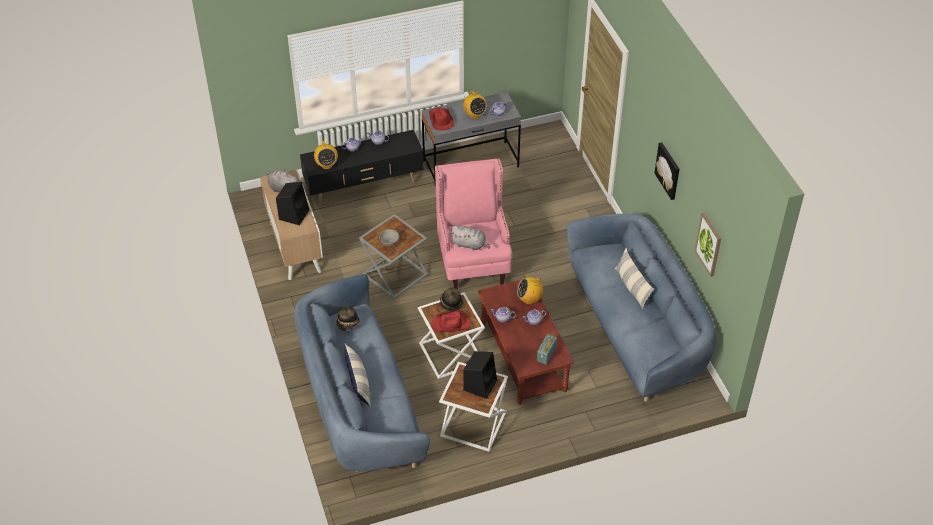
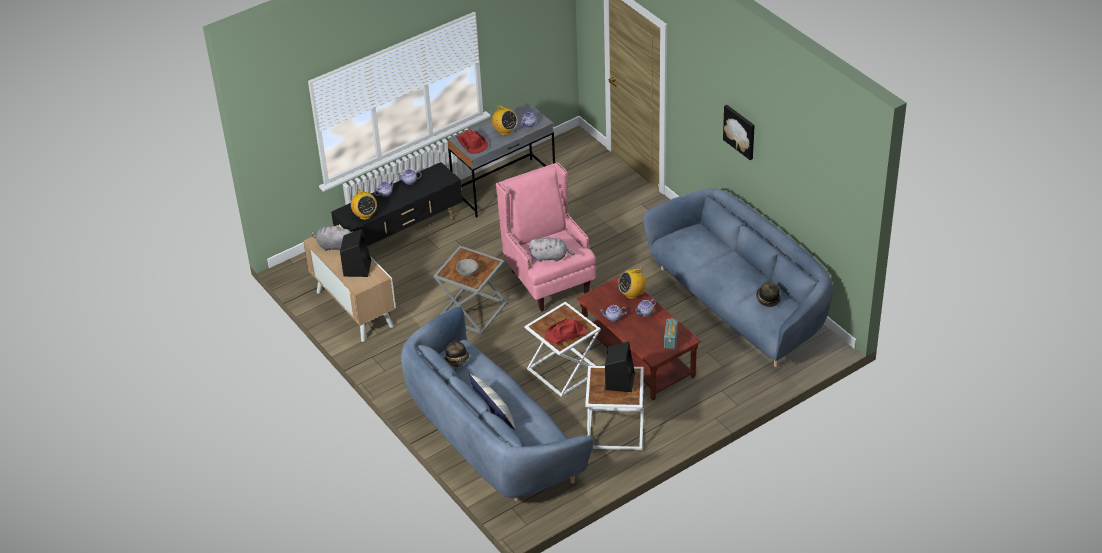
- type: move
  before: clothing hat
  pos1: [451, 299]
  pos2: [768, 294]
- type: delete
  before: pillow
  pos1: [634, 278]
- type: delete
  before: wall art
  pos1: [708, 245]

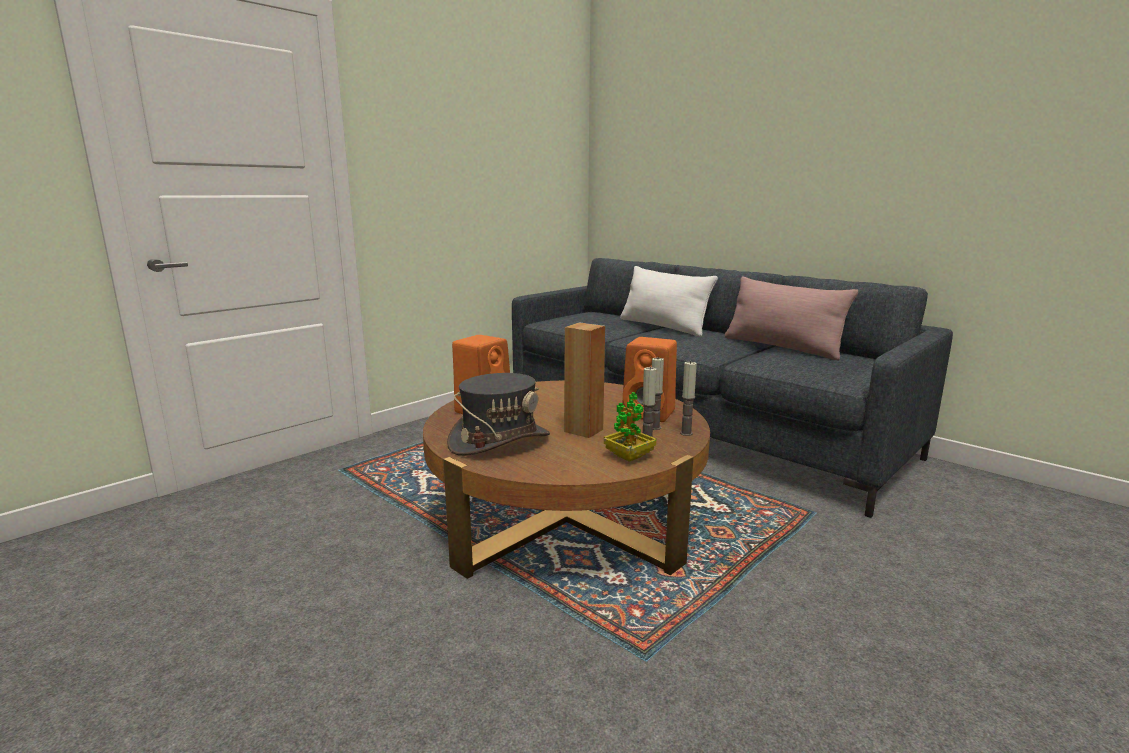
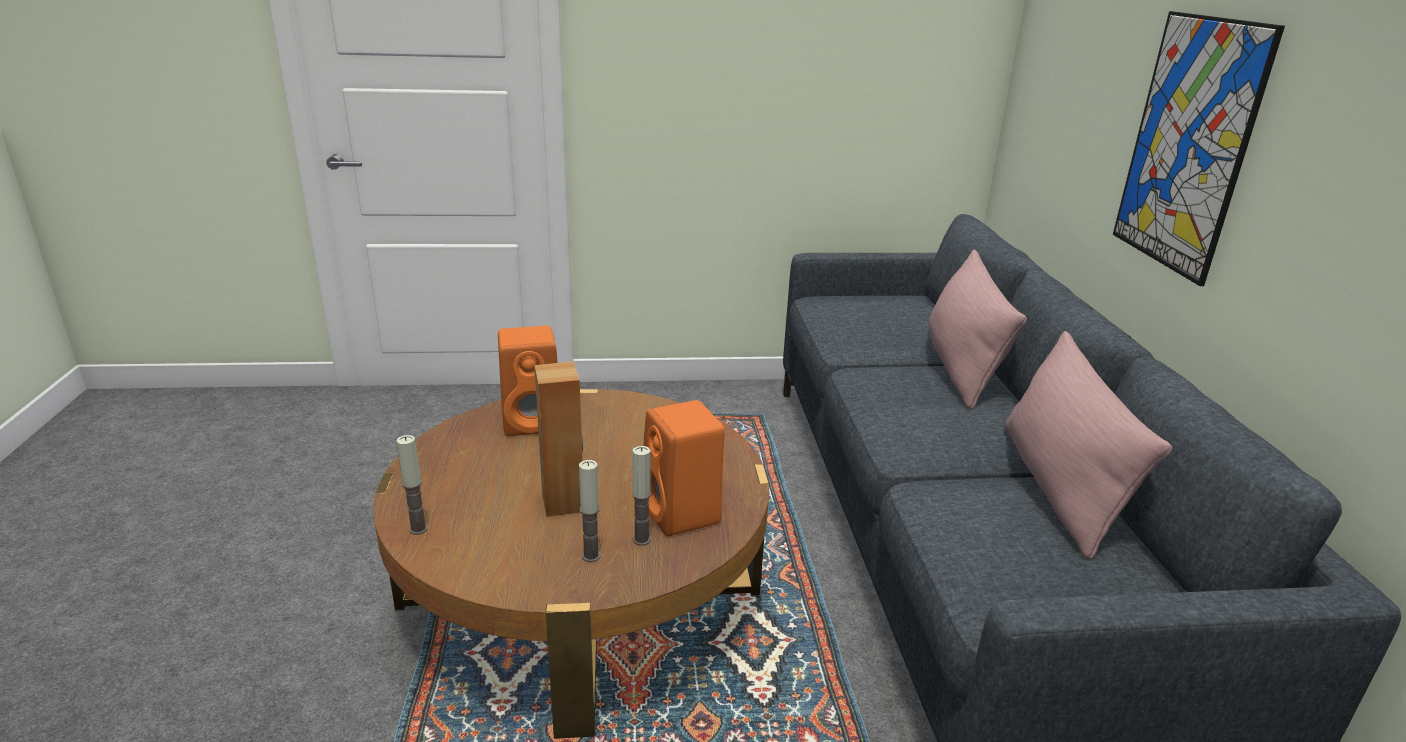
- type: delete
  before: clothing hat (greyish)
  pos1: [498, 414]
- type: delete
  before: potted plant
  pos1: [630, 427]
- type: recolor
  before: pillow (white)
  after: pillow (pink)
  pos1: [669, 301]
  pos2: [977, 330]
- type: move
  before: wax candle
  pos1: [688, 398]
  pos2: [412, 485]
- type: insert
  after: wall art
  pos2: [1199, 148]

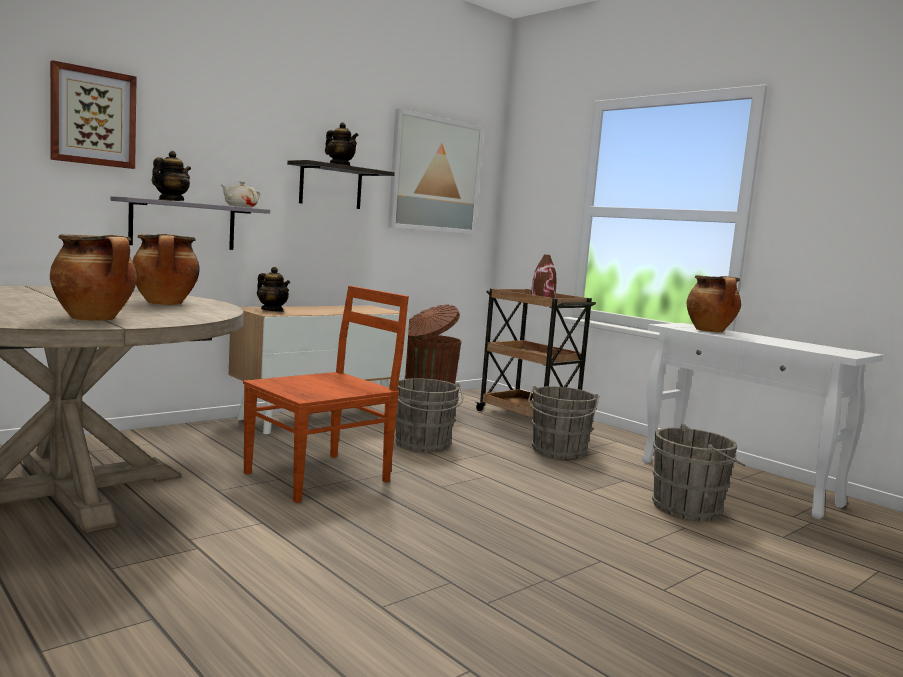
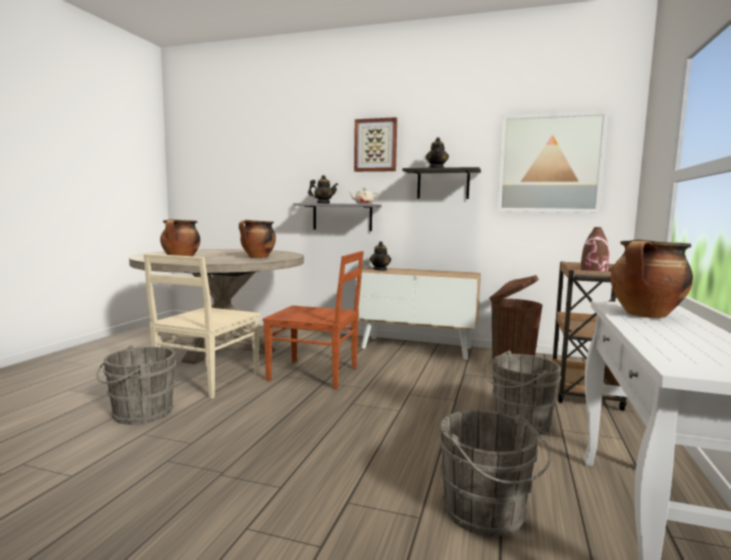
- type: move
  before: wall art
  pos1: [93, 114]
  pos2: [375, 144]
- type: move
  before: pail (greyish)
  pos1: [429, 415]
  pos2: [136, 385]
- type: insert
  after: upright chair (beige-coloured)
  pos2: [202, 326]

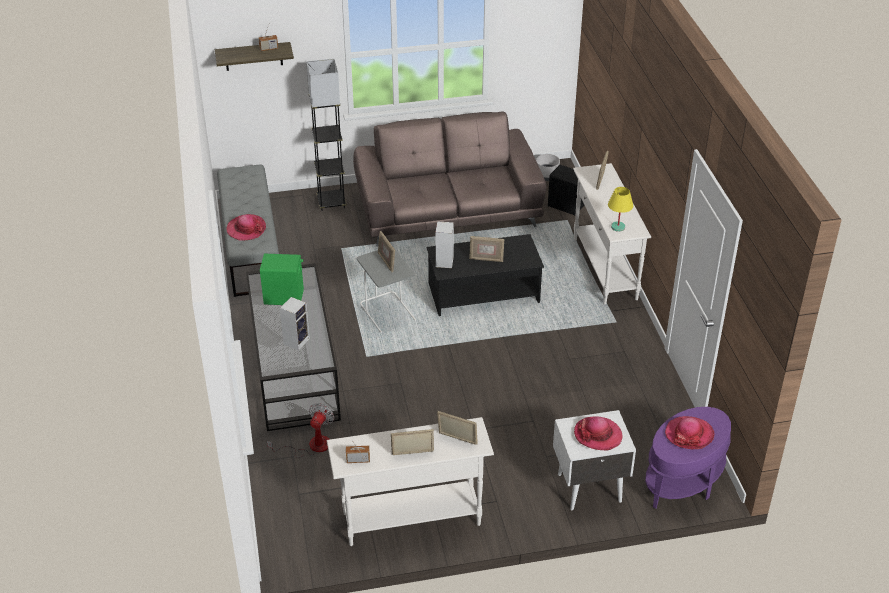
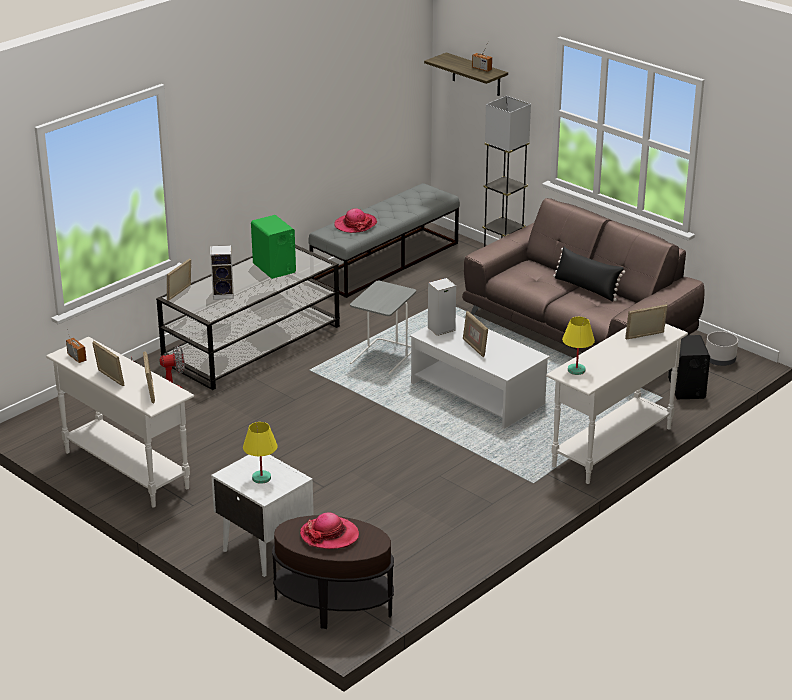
- type: move
  before: standing frame
  pos1: [386, 251]
  pos2: [179, 279]
- type: recolor
  before: lounge table (blackish)
  after: lounge table (white)
  pos1: [485, 275]
  pos2: [480, 372]
- type: replace
  before: clothing hat
  after: table lamp (yellow-coloured)
  pos1: [598, 434]
  pos2: [260, 453]
- type: recolor
  before: accent table (purple)
  after: accent table (brown)
  pos1: [688, 458]
  pos2: [333, 572]
- type: insert
  after: pillow (blackish)
  pos2: [589, 274]

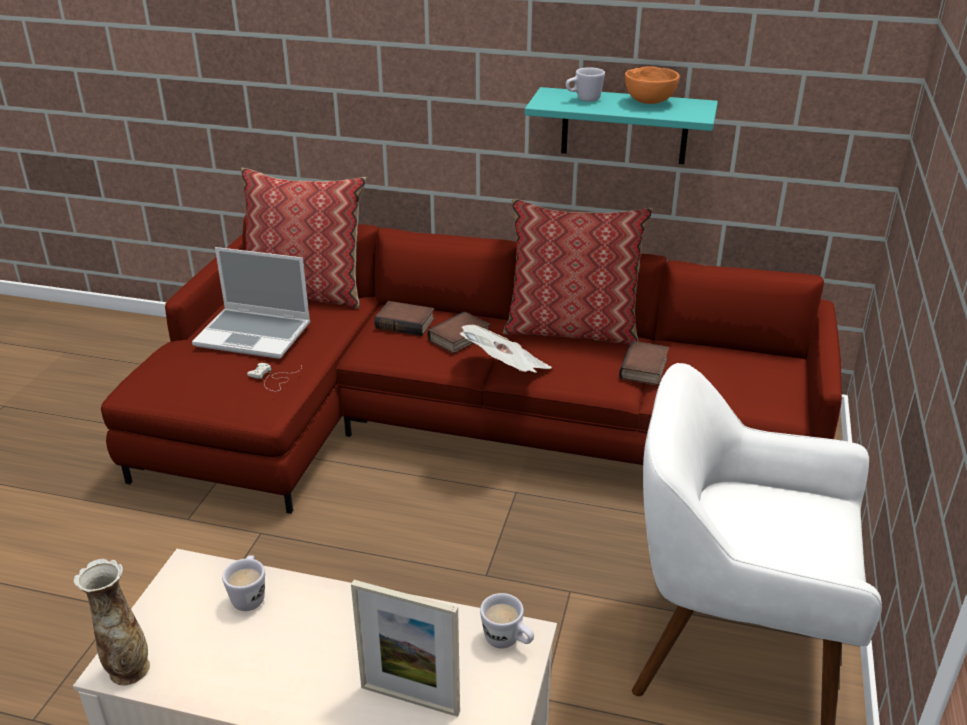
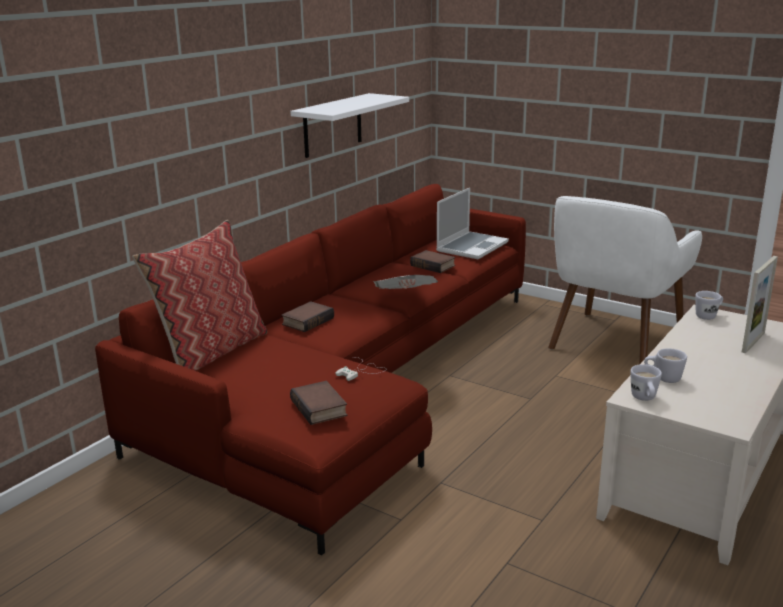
- type: delete
  before: decorative vase
  pos1: [112, 622]
- type: move
  before: laptop
  pos1: [251, 303]
  pos2: [472, 223]
- type: move
  before: volume
  pos1: [458, 332]
  pos2: [318, 403]
- type: delete
  before: pillow
  pos1: [578, 272]
- type: recolor
  before: bracket shelf (turquoise-coloured)
  after: bracket shelf (white)
  pos1: [621, 125]
  pos2: [349, 125]
- type: move
  before: tea mug (white)
  pos1: [585, 84]
  pos2: [646, 382]
- type: delete
  before: deep dish (orange-coloured)
  pos1: [652, 85]

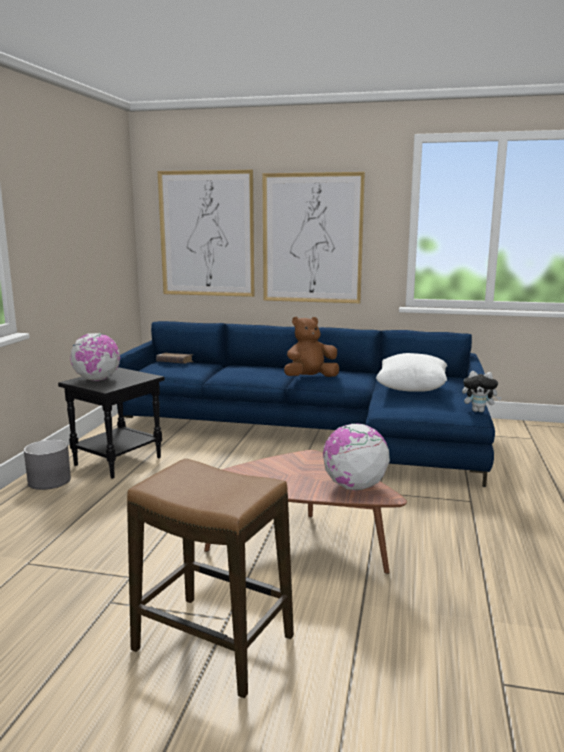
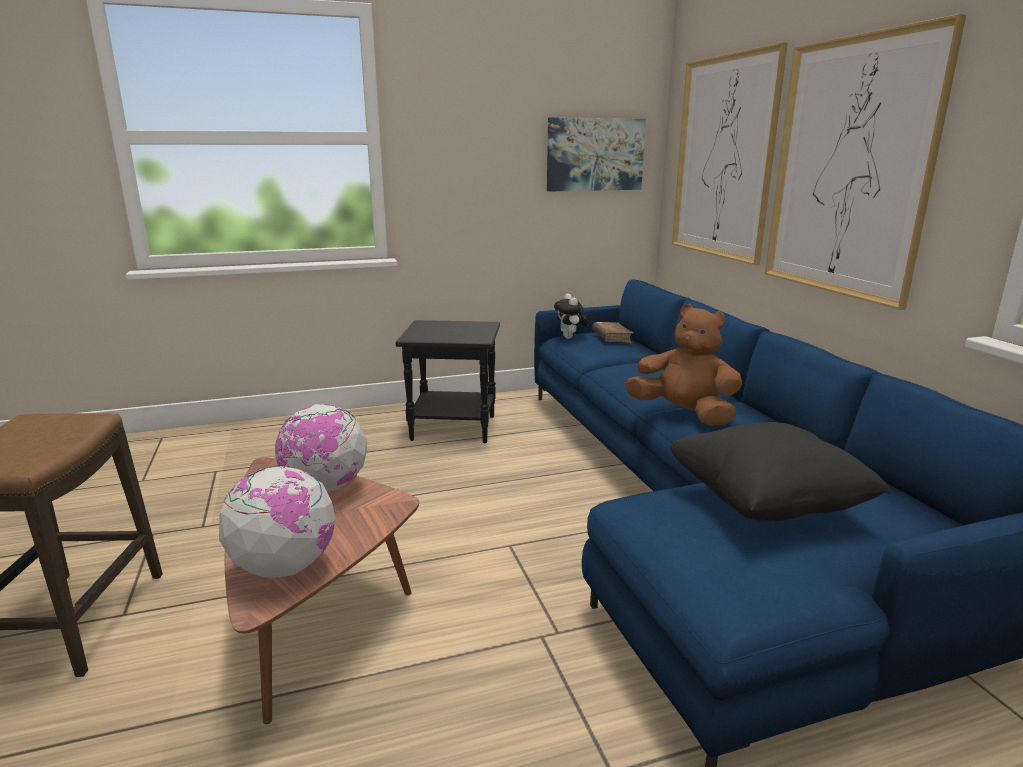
- type: delete
  before: flower pot (greyish)
  pos1: [47, 465]
- type: move
  before: desk globe
  pos1: [95, 357]
  pos2: [321, 448]
- type: recolor
  before: pillow (white)
  after: pillow (blackish)
  pos1: [411, 372]
  pos2: [780, 471]
- type: move
  before: cuddly toy
  pos1: [482, 391]
  pos2: [571, 316]
- type: insert
  after: wall art
  pos2: [596, 154]

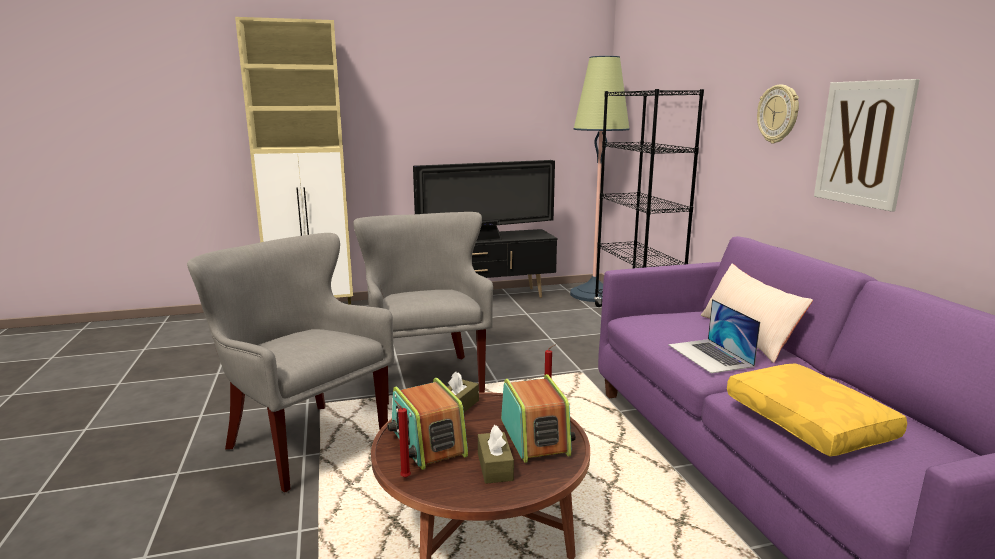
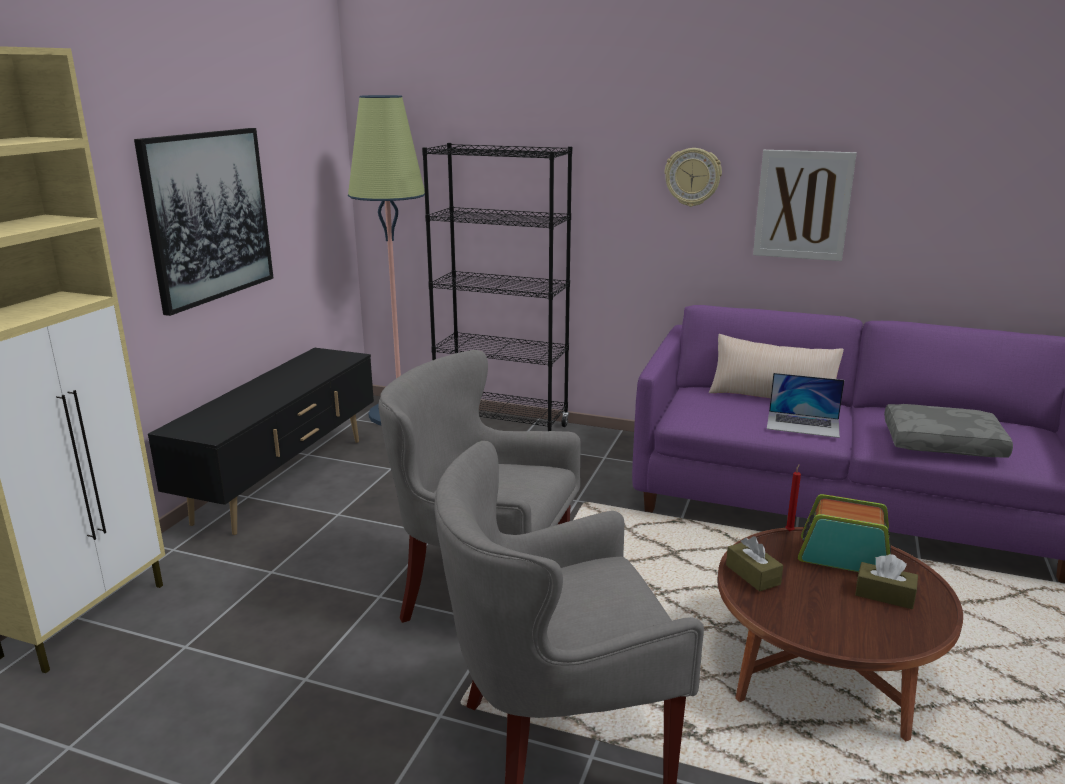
- type: delete
  before: radio
  pos1: [427, 424]
- type: delete
  before: wax candle (red)
  pos1: [402, 439]
- type: delete
  before: TV set
  pos1: [484, 201]
- type: recolor
  before: pillow (yellow-coloured)
  after: pillow (greyish)
  pos1: [817, 410]
  pos2: [948, 431]
- type: insert
  after: wall art
  pos2: [203, 222]

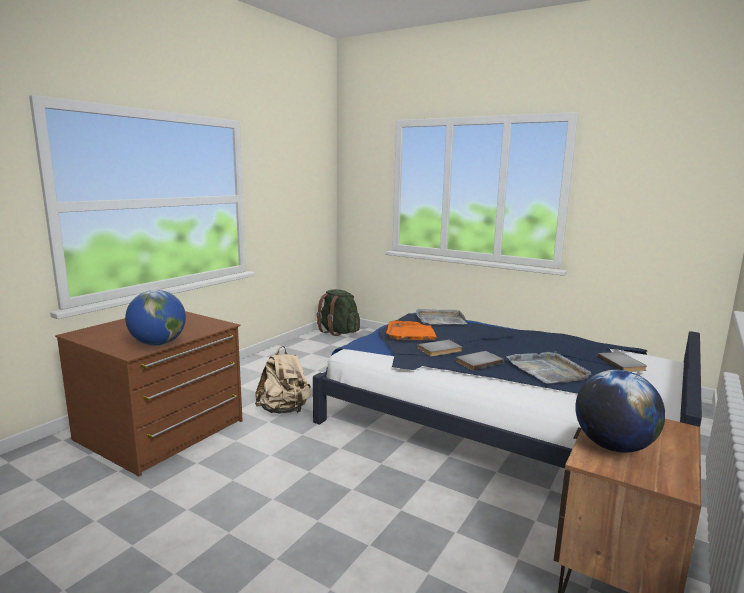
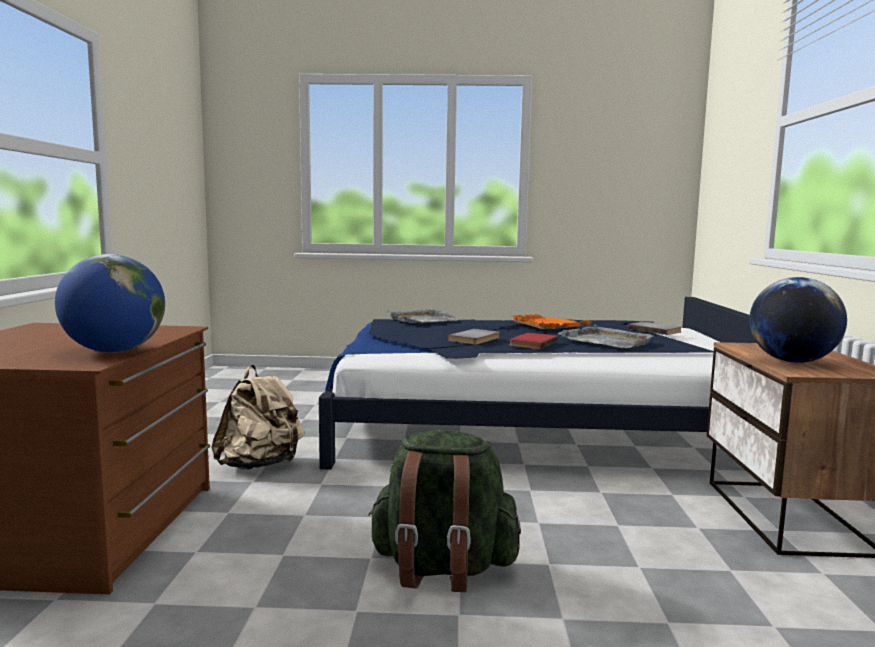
- type: move
  before: knapsack (green)
  pos1: [338, 312]
  pos2: [444, 511]
- type: move
  before: carrying tray (orange-coloured)
  pos1: [412, 330]
  pos2: [552, 321]
- type: recolor
  before: volume (greyish)
  after: volume (red)
  pos1: [480, 361]
  pos2: [533, 341]

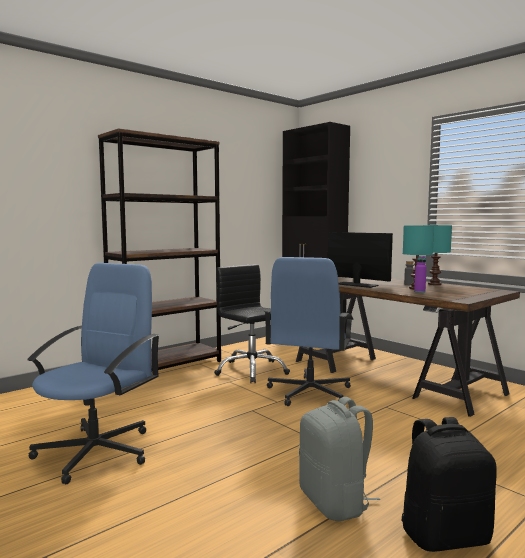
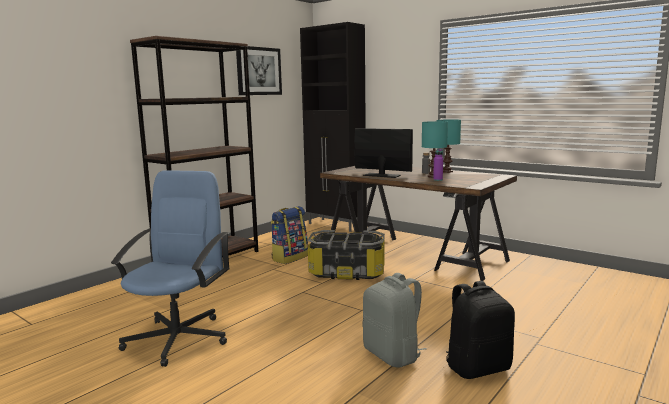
- type: replace
  before: computer chair (blackish)
  after: knapsack
  pos1: [252, 324]
  pos2: [289, 235]
- type: replace
  before: computer chair (blue)
  after: storage box
  pos1: [308, 331]
  pos2: [346, 255]
- type: insert
  after: wall art
  pos2: [259, 70]

